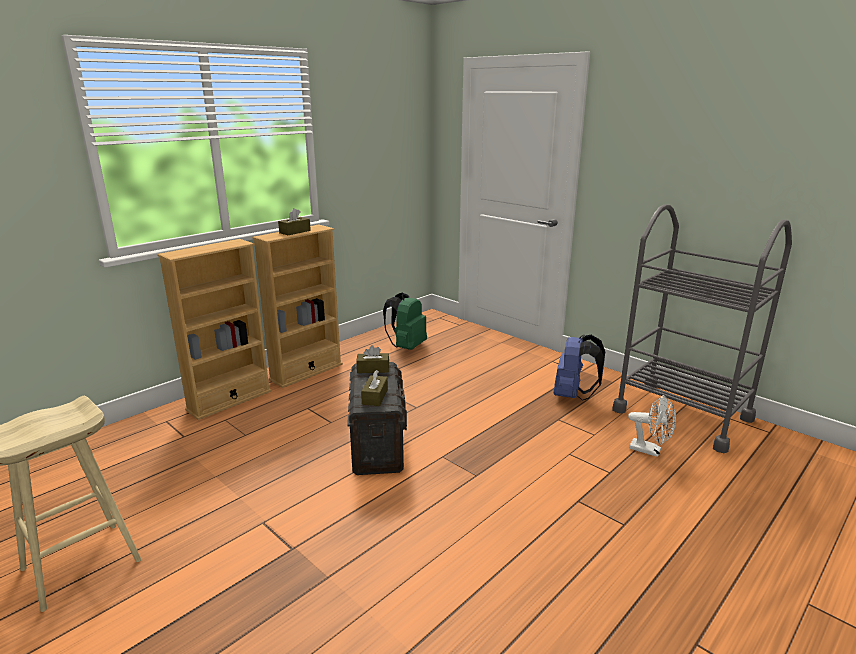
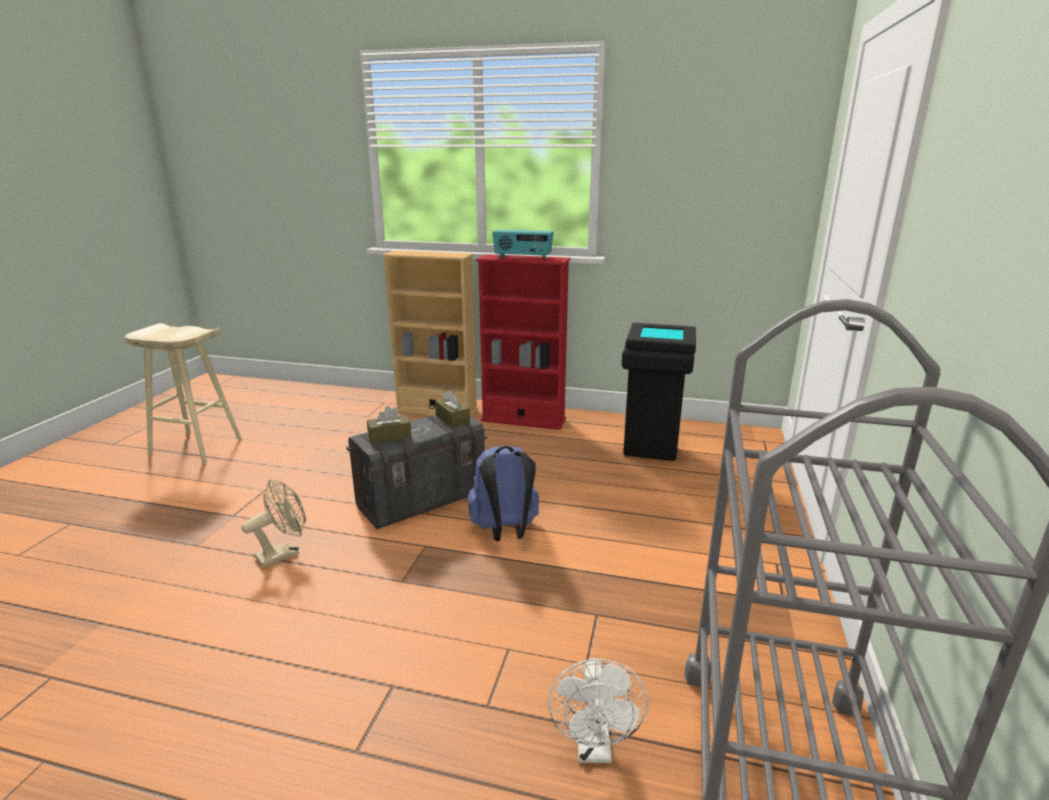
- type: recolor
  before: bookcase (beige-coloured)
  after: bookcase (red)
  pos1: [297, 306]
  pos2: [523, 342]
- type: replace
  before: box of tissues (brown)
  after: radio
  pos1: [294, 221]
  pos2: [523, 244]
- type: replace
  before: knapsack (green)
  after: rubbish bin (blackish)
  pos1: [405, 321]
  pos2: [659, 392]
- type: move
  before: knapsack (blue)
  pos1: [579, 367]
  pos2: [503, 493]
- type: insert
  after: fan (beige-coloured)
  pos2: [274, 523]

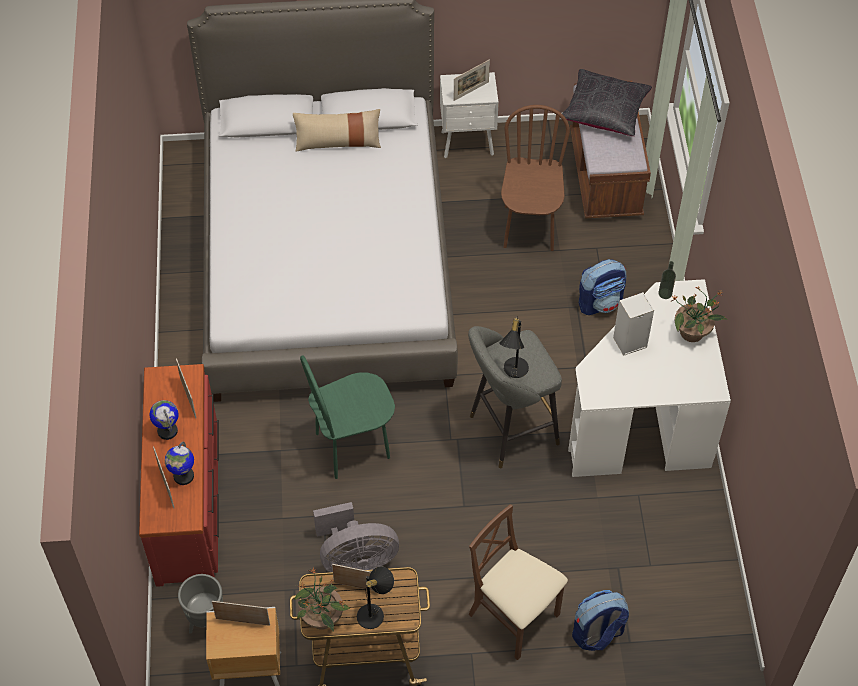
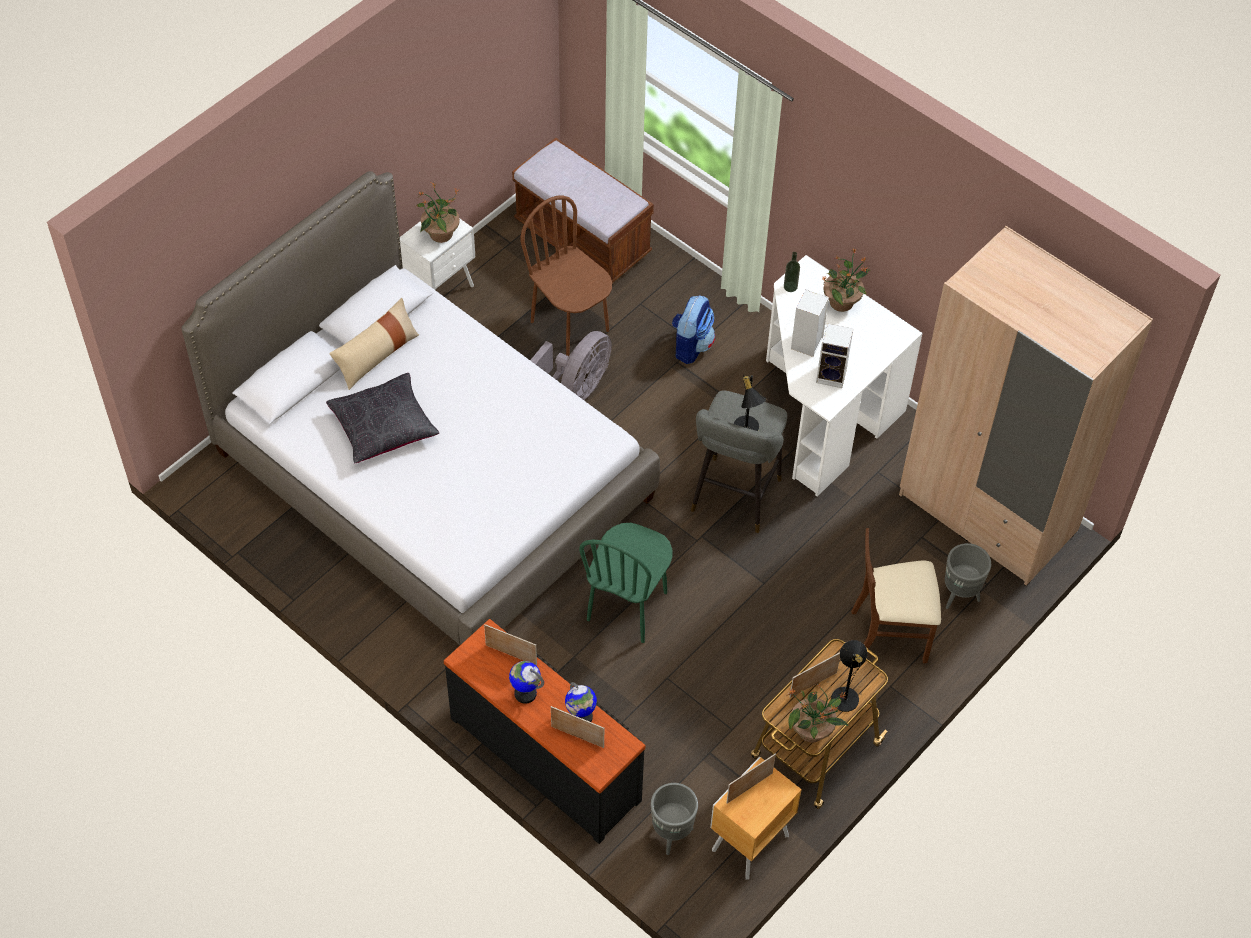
- type: recolor
  before: chest of drawers (red)
  after: chest of drawers (blackish)
  pos1: [179, 475]
  pos2: [544, 731]
- type: move
  before: fan (greyish)
  pos1: [356, 537]
  pos2: [571, 365]
- type: replace
  before: standing frame
  after: potted plant
  pos1: [471, 80]
  pos2: [438, 213]
- type: move
  before: pillow (blackish)
  pos1: [607, 102]
  pos2: [382, 418]
- type: replace
  before: knapsack
  after: flower pot (greyish)
  pos1: [600, 620]
  pos2: [968, 576]
- type: insert
  after: loudspeaker
  pos2: [834, 355]
- type: insert
  after: clothes cupboard (beige-coloured)
  pos2: [1026, 406]

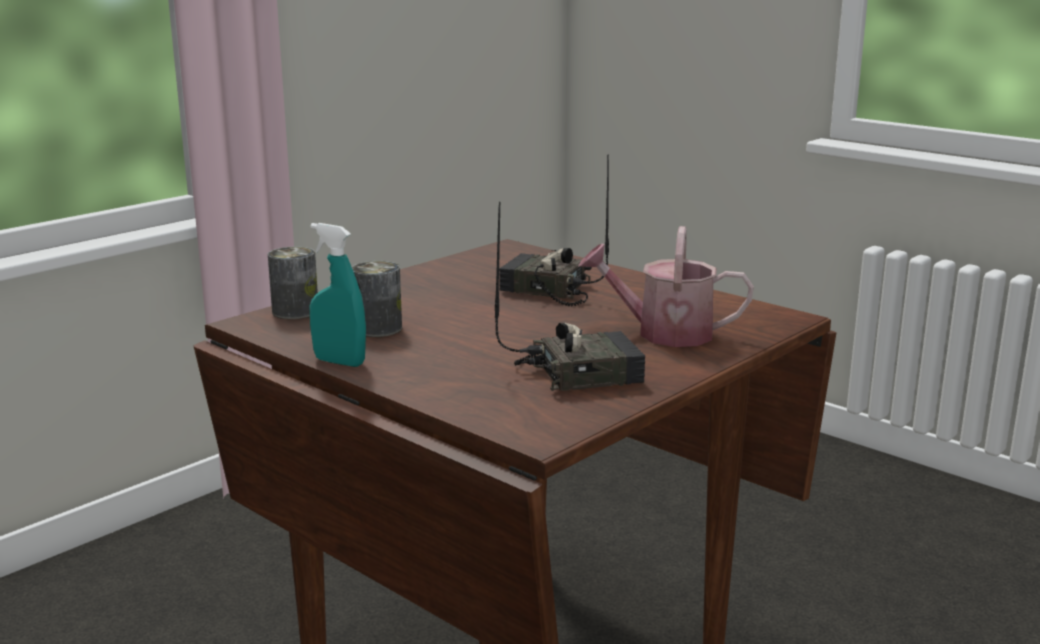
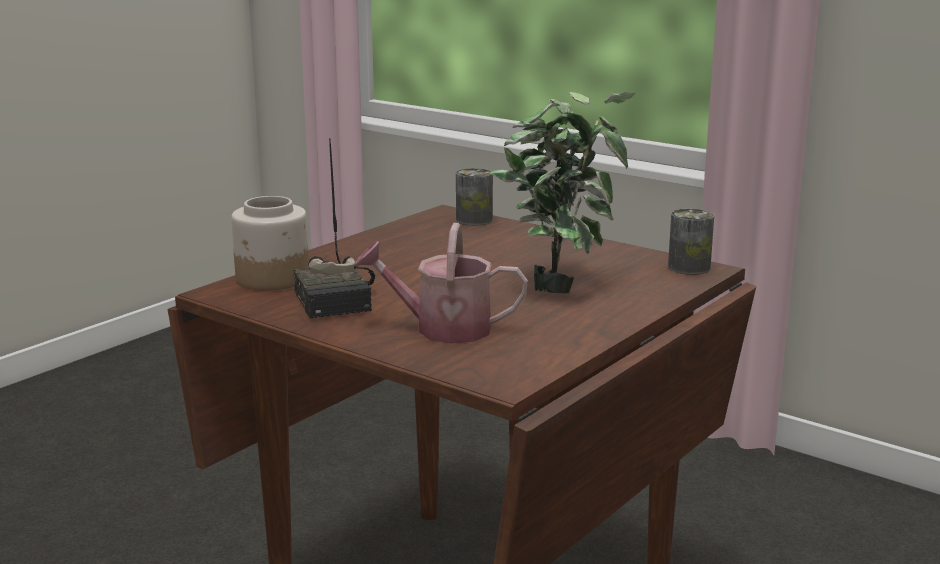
- type: delete
  before: spray bottle (turquoise-coloured)
  pos1: [338, 295]
- type: move
  before: can
  pos1: [377, 299]
  pos2: [691, 242]
- type: replace
  before: radio
  after: potted plant
  pos1: [554, 231]
  pos2: [563, 192]
- type: rotate
  before: sprinkling can
  pos1: [666, 286]
  pos2: [441, 283]
  turn: -90
- type: insert
  after: storage jar
  pos2: [270, 243]

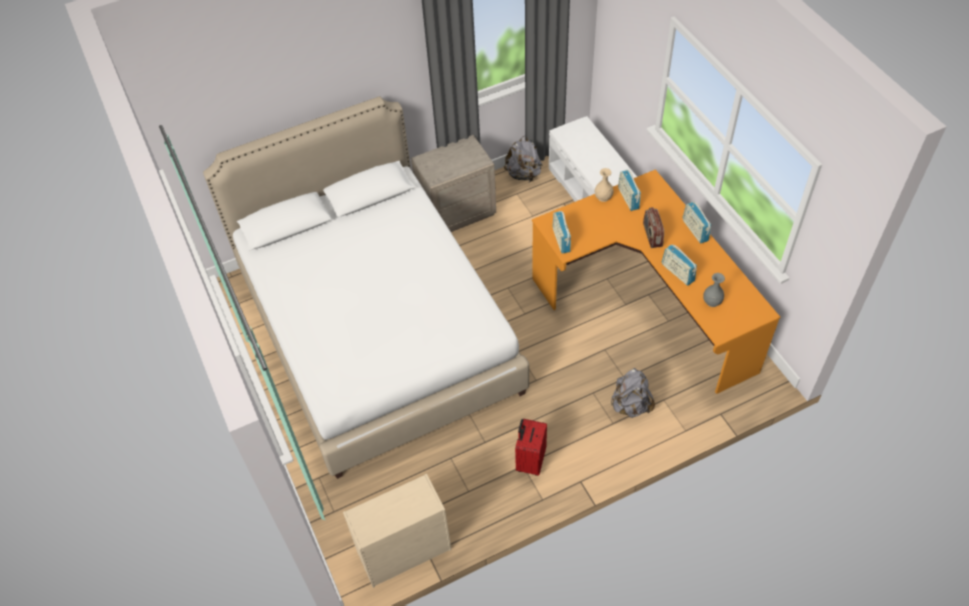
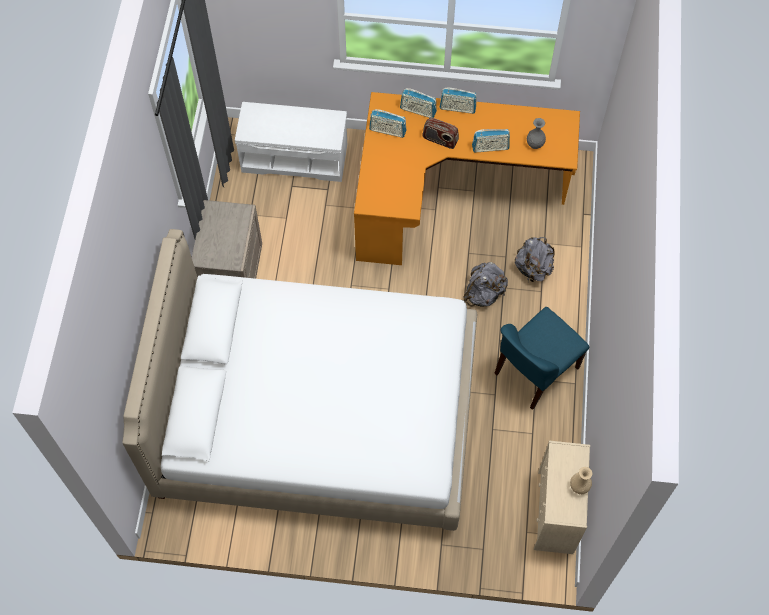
- type: move
  before: knapsack (greyish)
  pos1: [523, 159]
  pos2: [485, 284]
- type: replace
  before: piece of luggage (red)
  after: upright chair (blue)
  pos1: [531, 447]
  pos2: [542, 358]
- type: move
  before: radio
  pos1: [561, 232]
  pos2: [418, 103]
- type: move
  before: decorative vase (beige-coloured)
  pos1: [604, 185]
  pos2: [581, 480]

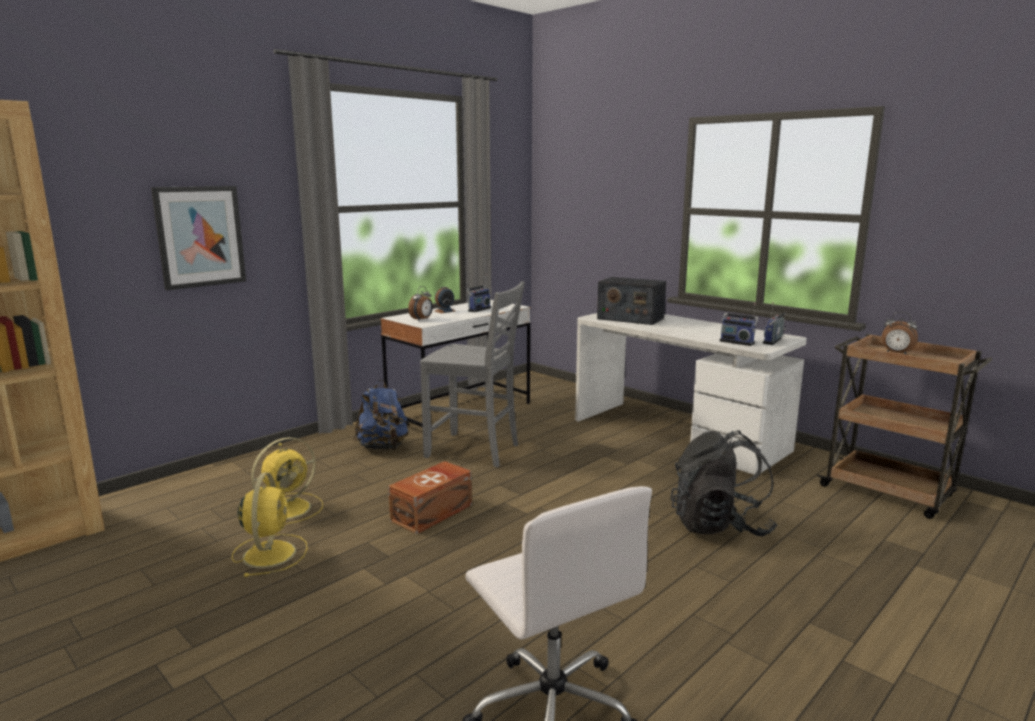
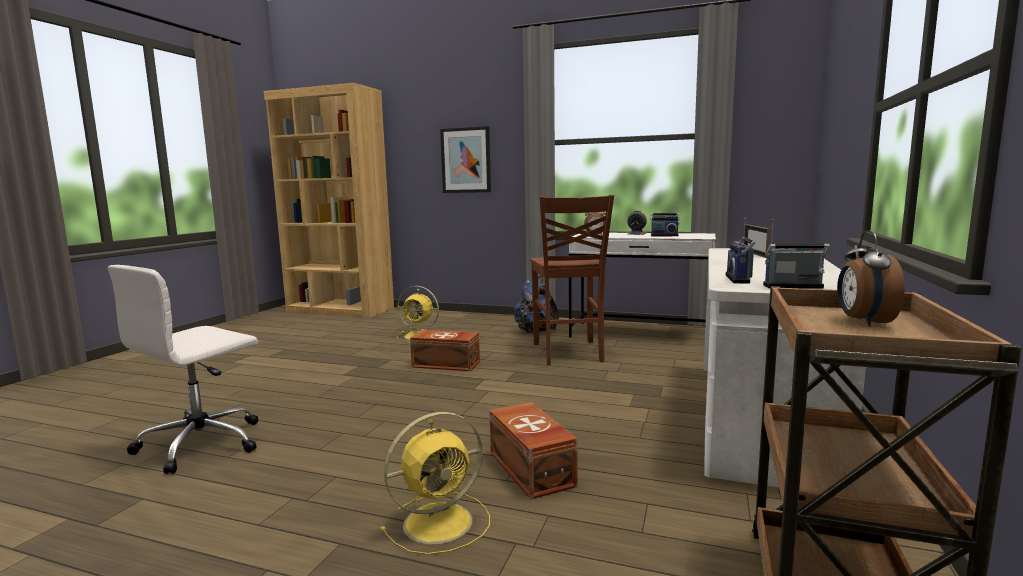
- type: move
  before: fan (yellow-coloured)
  pos1: [270, 525]
  pos2: [435, 483]
- type: recolor
  before: upright chair (greyish)
  after: upright chair (brown)
  pos1: [472, 374]
  pos2: [572, 280]
- type: replace
  before: radio
  after: standing frame
  pos1: [631, 301]
  pos2: [757, 241]
- type: replace
  before: knapsack (blackish)
  after: storage box (brown)
  pos1: [723, 483]
  pos2: [533, 451]

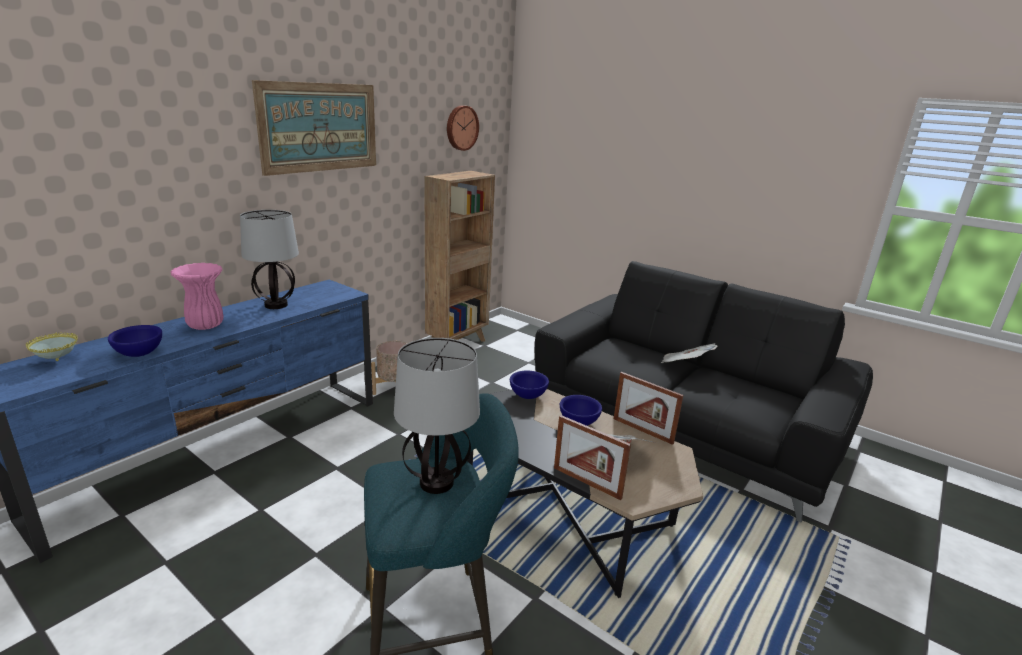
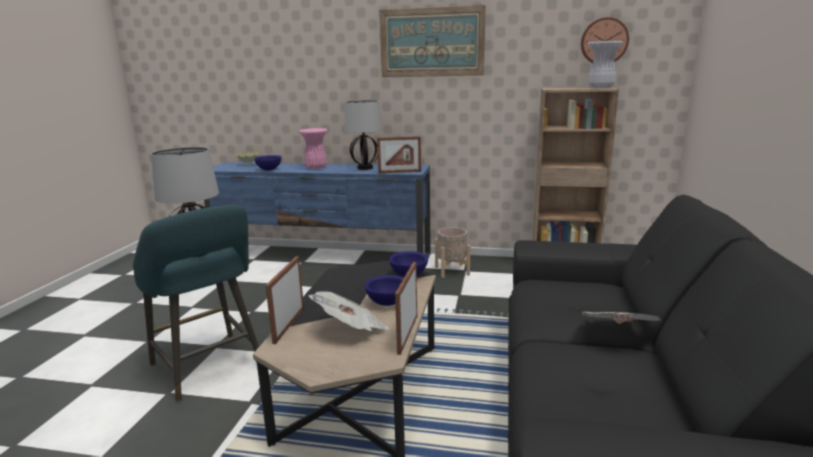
- type: insert
  after: standing frame
  pos2: [399, 154]
- type: insert
  after: decorative vase (white)
  pos2: [606, 64]

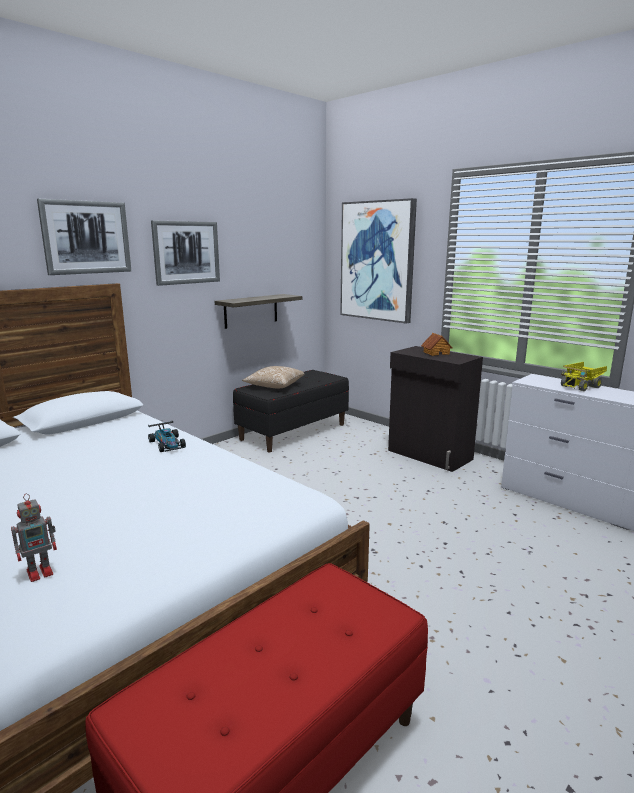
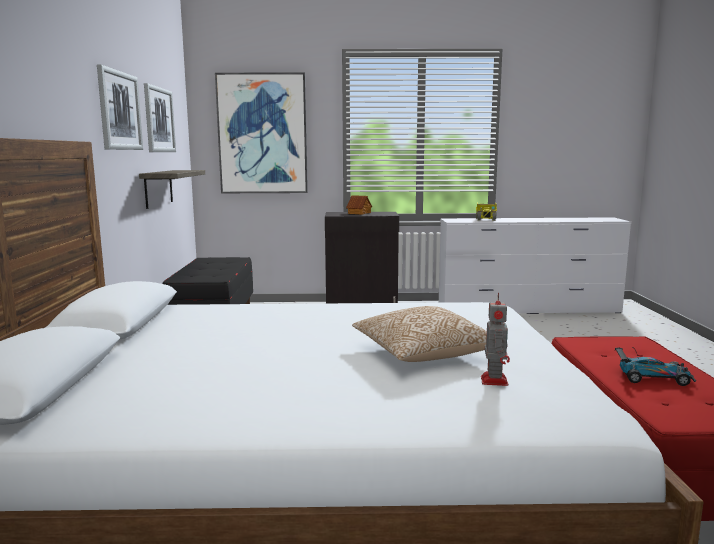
- type: move
  before: wall art
  pos1: [84, 237]
  pos2: [160, 117]
- type: move
  before: model car
  pos1: [167, 436]
  pos2: [655, 366]
- type: move
  before: pillow
  pos1: [273, 377]
  pos2: [419, 334]

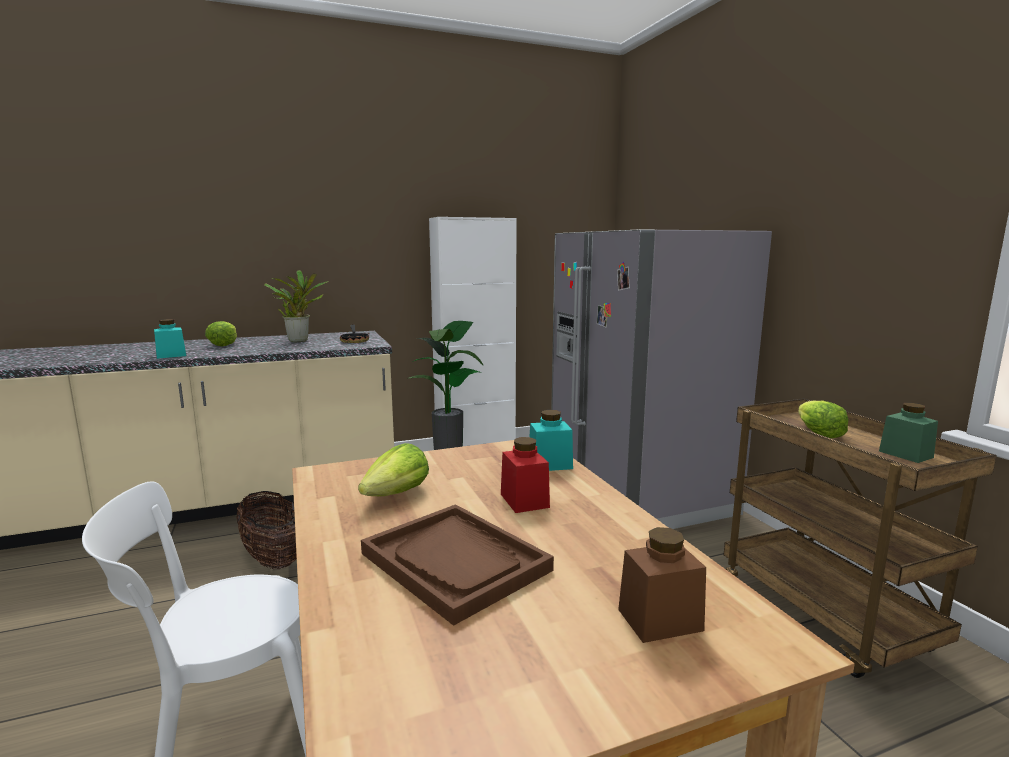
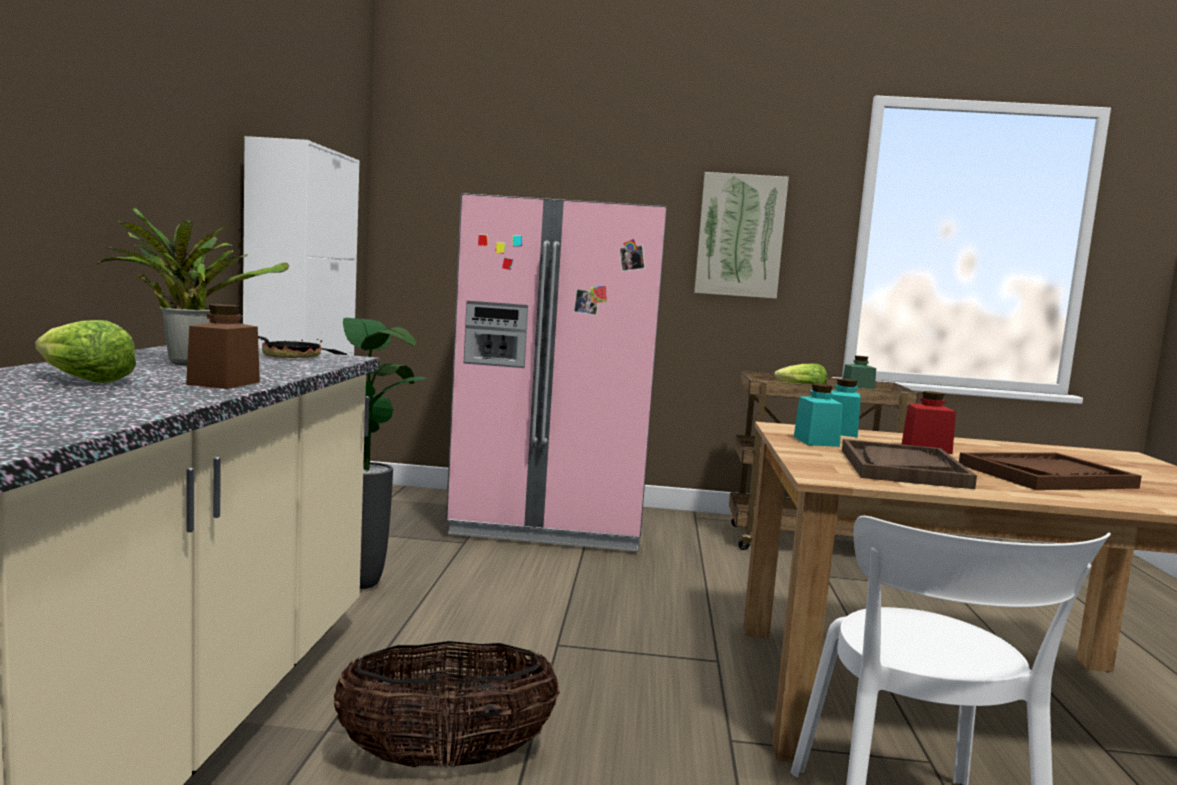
- type: move
  before: storage jar (turquoise-coloured)
  pos1: [170, 339]
  pos2: [818, 415]
- type: replace
  before: lettuce head
  after: carrying tray (brown)
  pos1: [393, 469]
  pos2: [909, 464]
- type: recolor
  before: fridge (greyish)
  after: fridge (pink)
  pos1: [661, 379]
  pos2: [556, 372]
- type: move
  before: storage jar (brown)
  pos1: [662, 585]
  pos2: [223, 346]
- type: insert
  after: wall art
  pos2: [741, 235]

